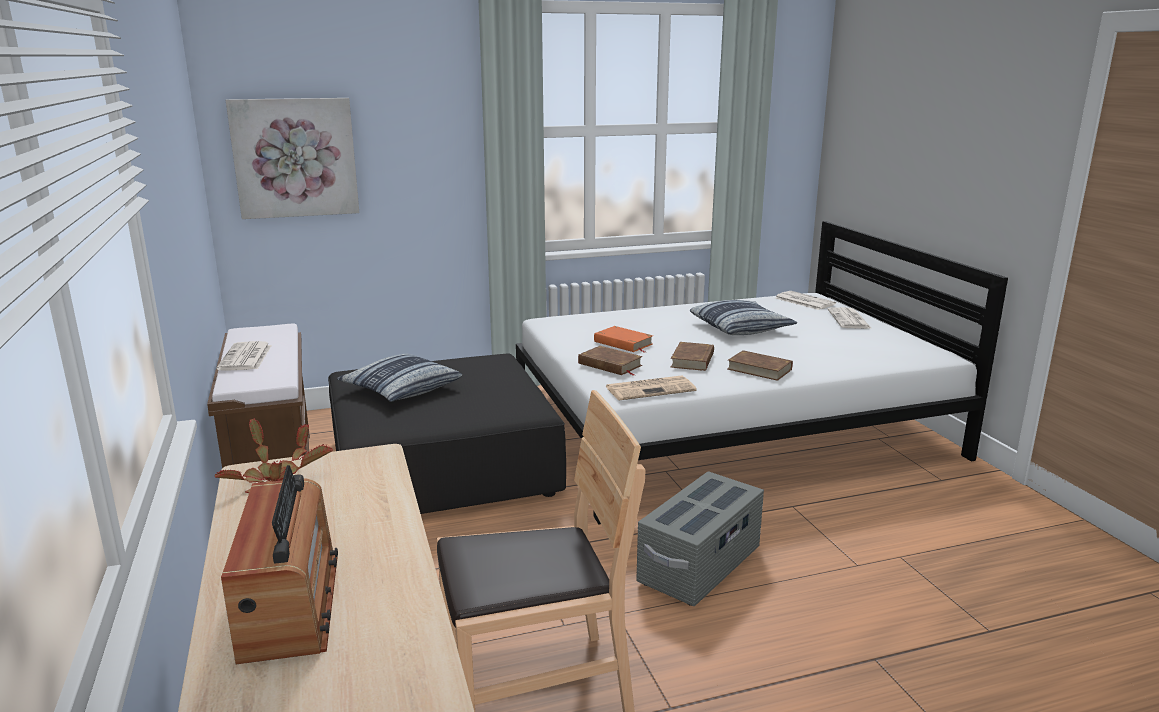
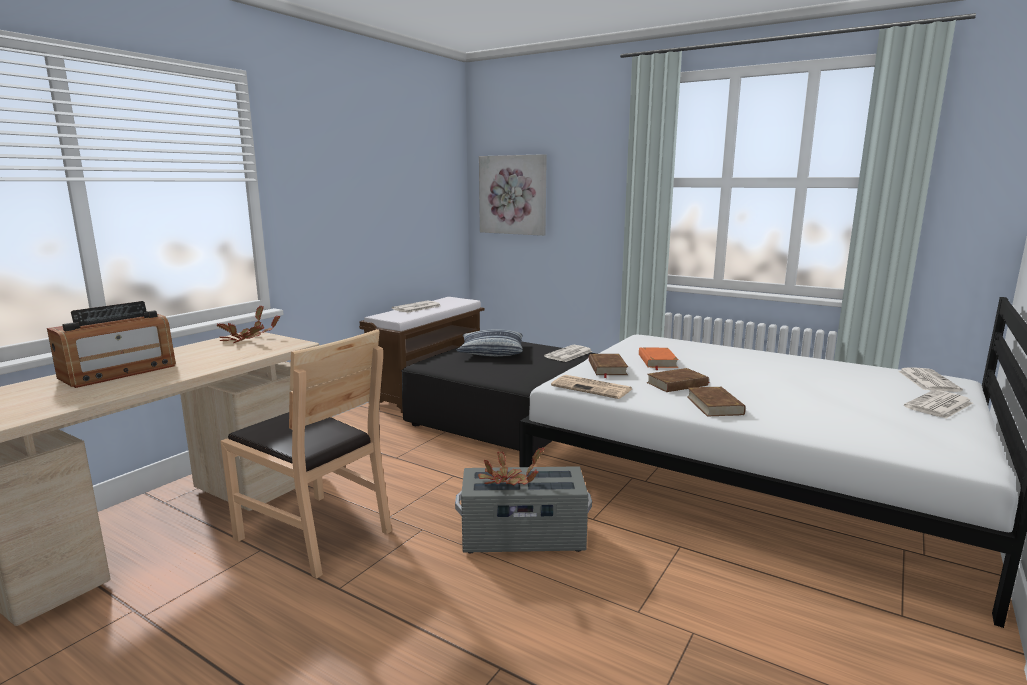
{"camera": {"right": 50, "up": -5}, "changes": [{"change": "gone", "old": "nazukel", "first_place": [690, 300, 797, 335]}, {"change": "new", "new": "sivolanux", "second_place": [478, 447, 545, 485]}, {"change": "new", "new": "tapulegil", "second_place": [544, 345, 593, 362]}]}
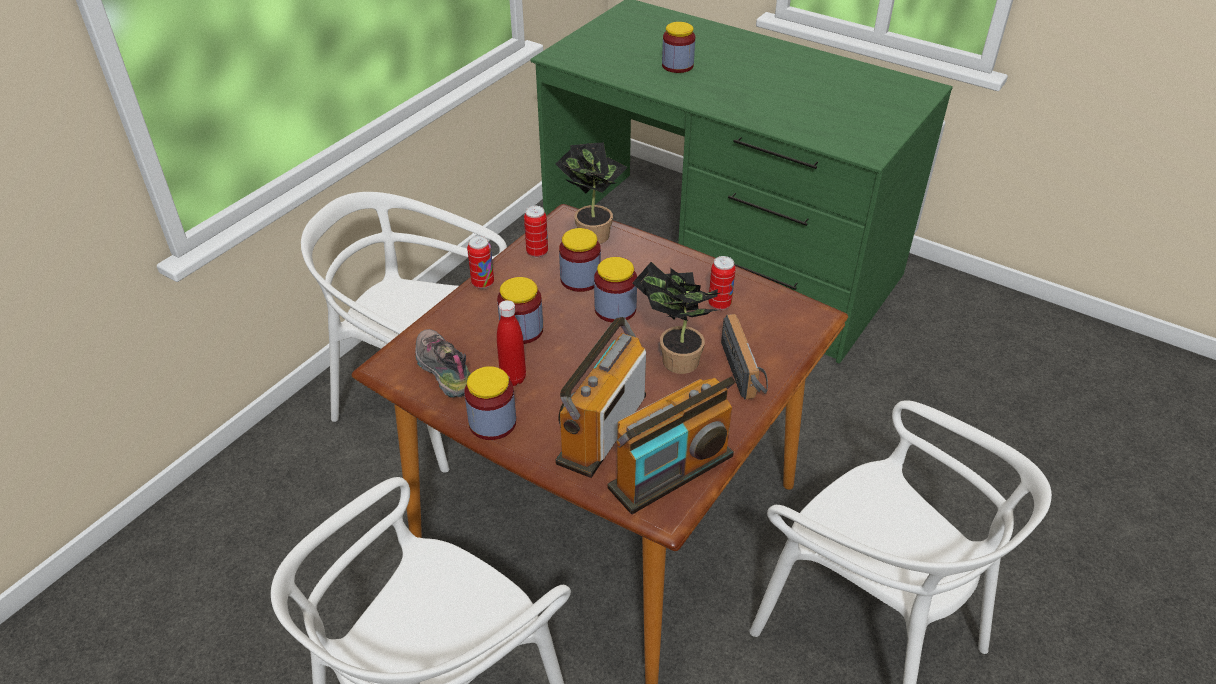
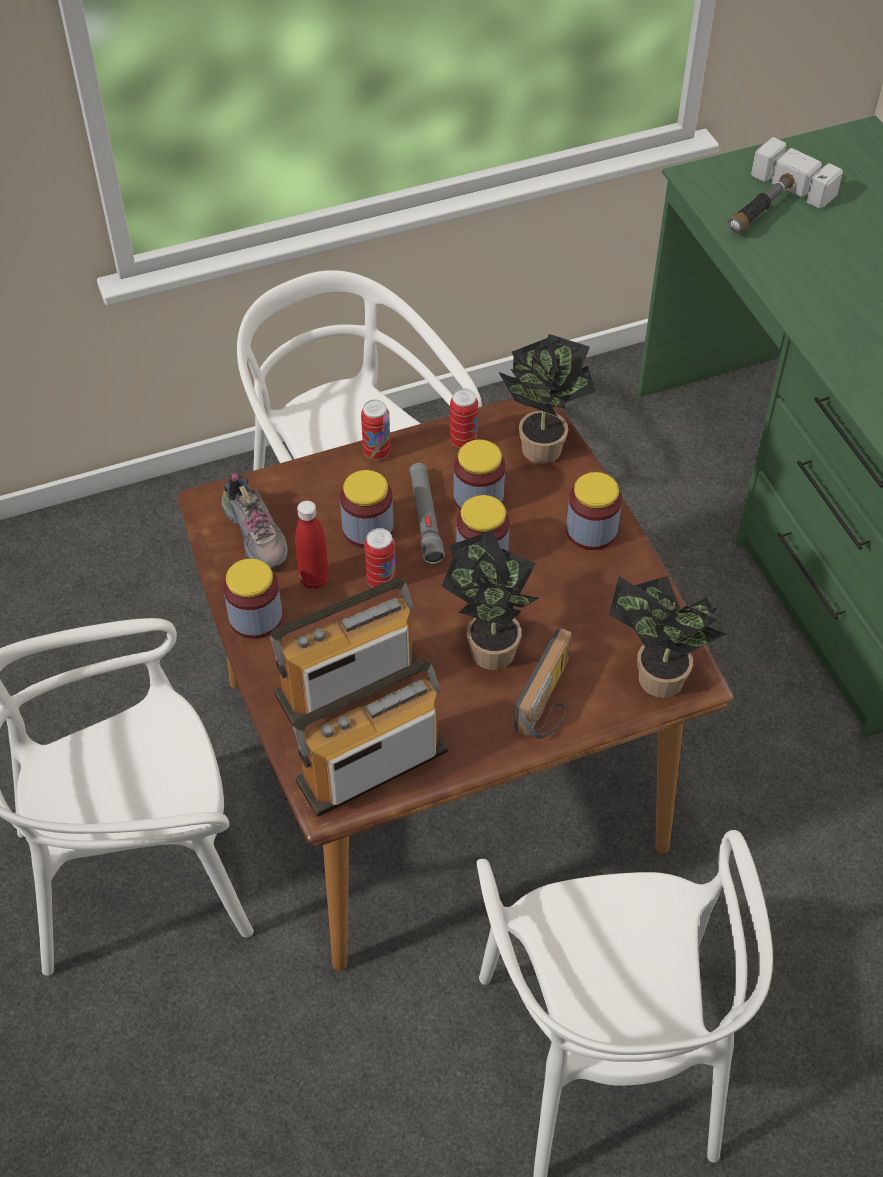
{"camera": {"right": 35, "up": 10}, "changes": [{"change": "rotated", "old": "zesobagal", "first_place": [415, 329, 471, 398], "second_place": [221, 473, 288, 568], "degrees": 150}, {"change": "rotated", "old": "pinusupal", "first_place": [607, 376, 736, 514], "second_place": [293, 660, 448, 817], "degrees": 150}, {"change": "shifted", "old": "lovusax", "first_place": [662, 22, 695, 73], "second_place": [566, 472, 622, 550]}, {"change": "shifted", "old": "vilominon", "first_place": [708, 256, 736, 310], "second_place": [364, 528, 396, 588]}, {"change": "new", "new": "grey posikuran", "second_place": [410, 463, 445, 564]}, {"change": "new", "new": "sivolanux", "second_place": [609, 576, 726, 698]}, {"change": "new", "new": "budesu", "second_place": [728, 137, 843, 233]}]}
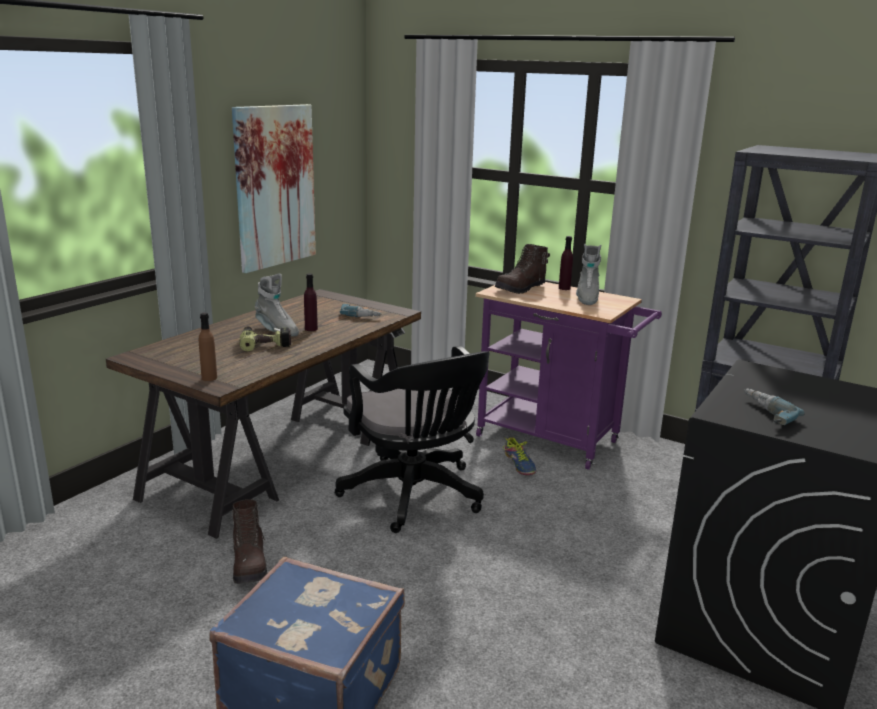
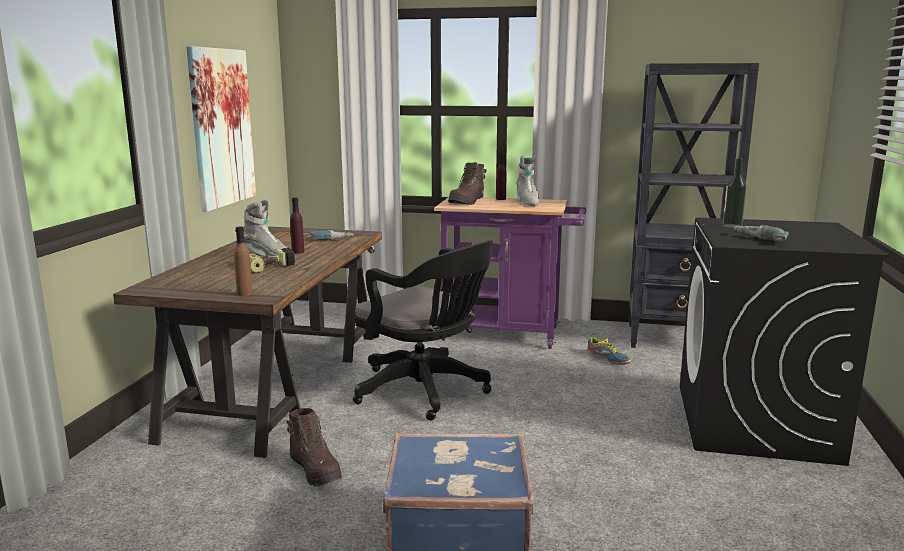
{"camera": {"right": -20, "up": -5}, "changes": [{"change": "shifted", "old": "zesobagal", "first_place": [503, 437, 536, 475], "second_place": [588, 337, 631, 365]}, {"change": "new", "new": "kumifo", "second_place": [722, 158, 747, 228]}]}
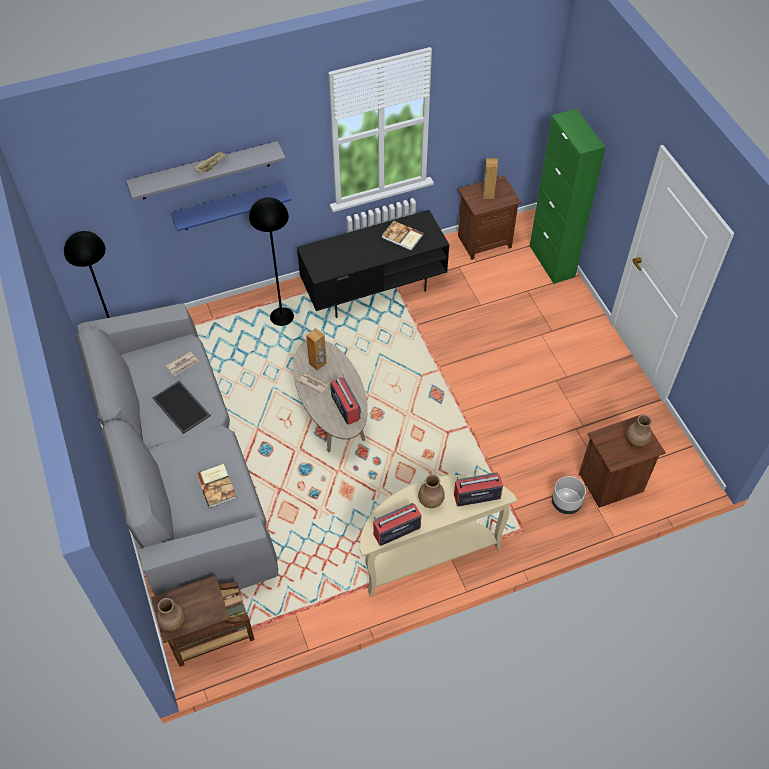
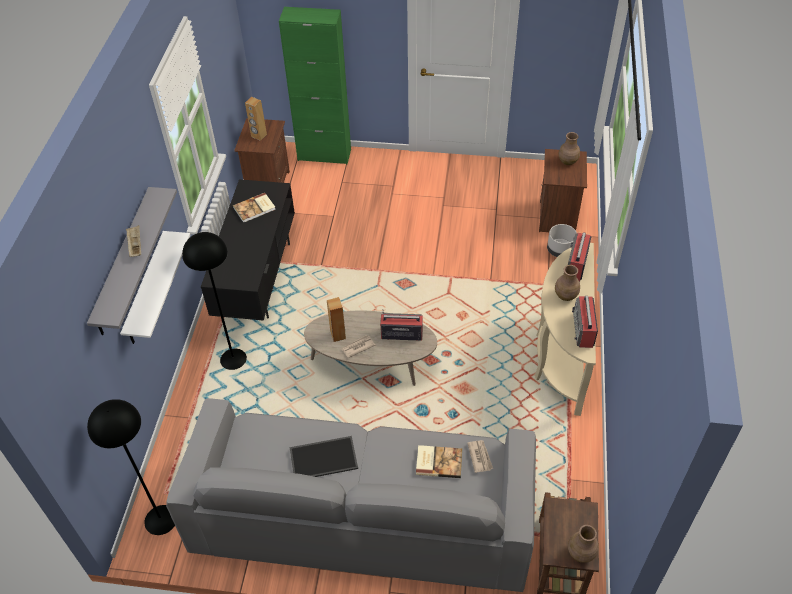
{"camera": {"right": -60, "up": -5}, "changes": [{"change": "shifted", "old": "tapulegil", "first_place": [166, 352, 199, 376], "second_place": [467, 440, 493, 473]}, {"change": "repainted", "old": "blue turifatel", "new": "white turifatel", "first_place": [171, 183, 291, 231], "second_place": [120, 231, 190, 344]}]}
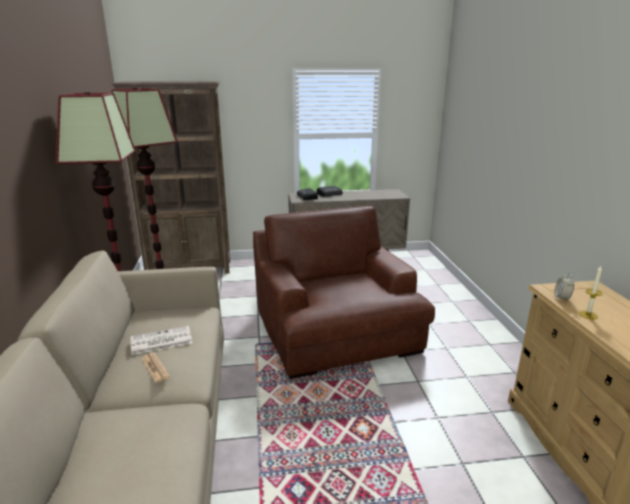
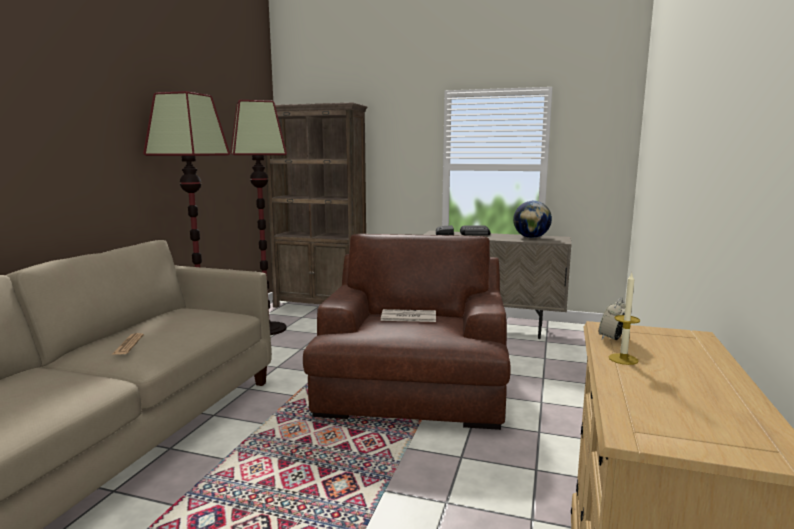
{"camera": {"right": 25, "up": -10}, "changes": [{"change": "shifted", "old": "tapulegil", "first_place": [131, 326, 192, 355], "second_place": [381, 309, 436, 322]}, {"change": "new", "new": "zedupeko", "second_place": [513, 201, 552, 238]}]}
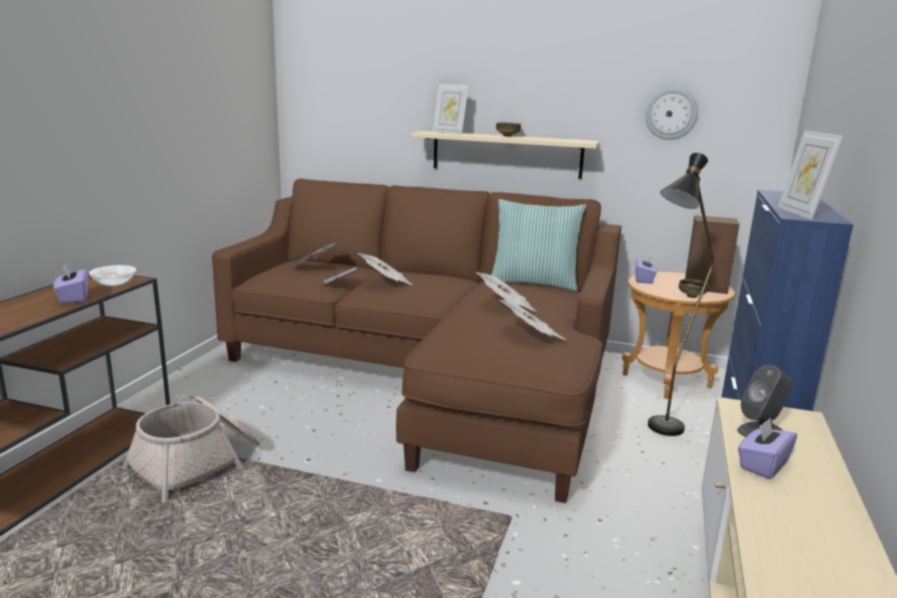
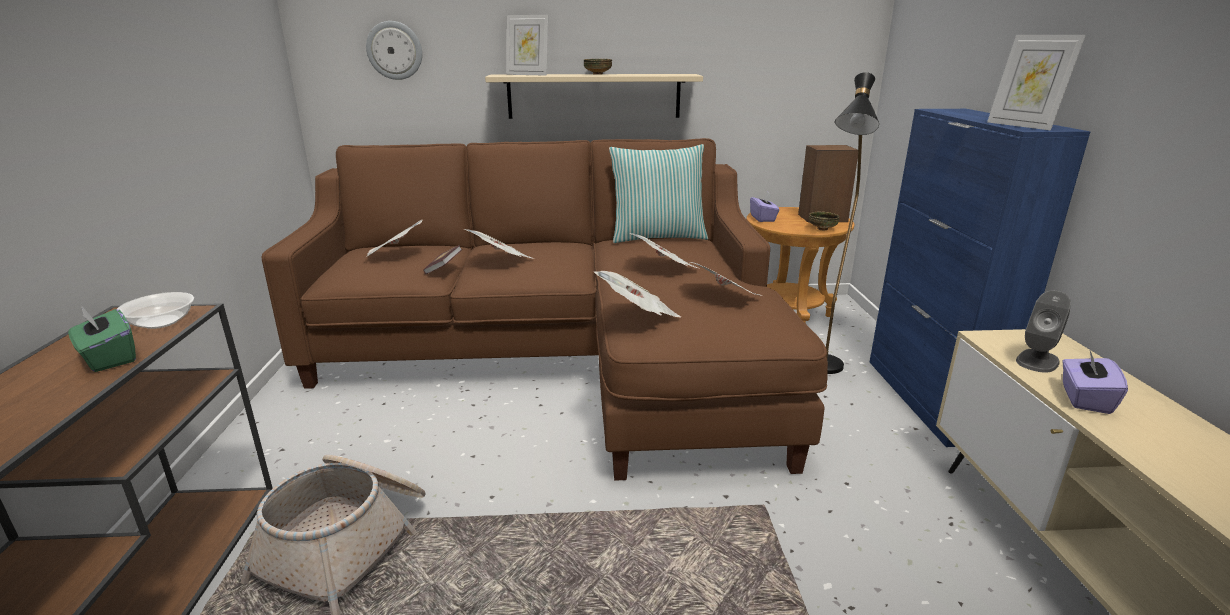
{"camera": {"right": -20, "up": 5}, "changes": [{"change": "repainted", "old": "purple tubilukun", "new": "green tubilukun", "first_place": [54, 263, 88, 304], "second_place": [68, 307, 136, 372]}, {"change": "shifted", "old": "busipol", "first_place": [645, 88, 698, 140], "second_place": [366, 21, 422, 80]}, {"change": "new", "new": "tapulegil", "second_place": [594, 271, 681, 317]}]}
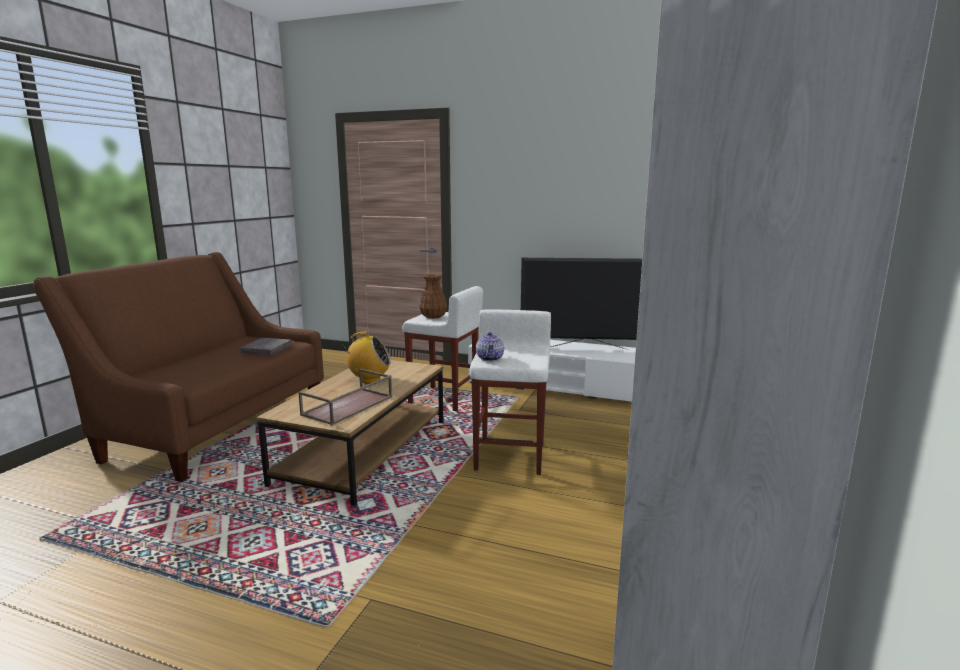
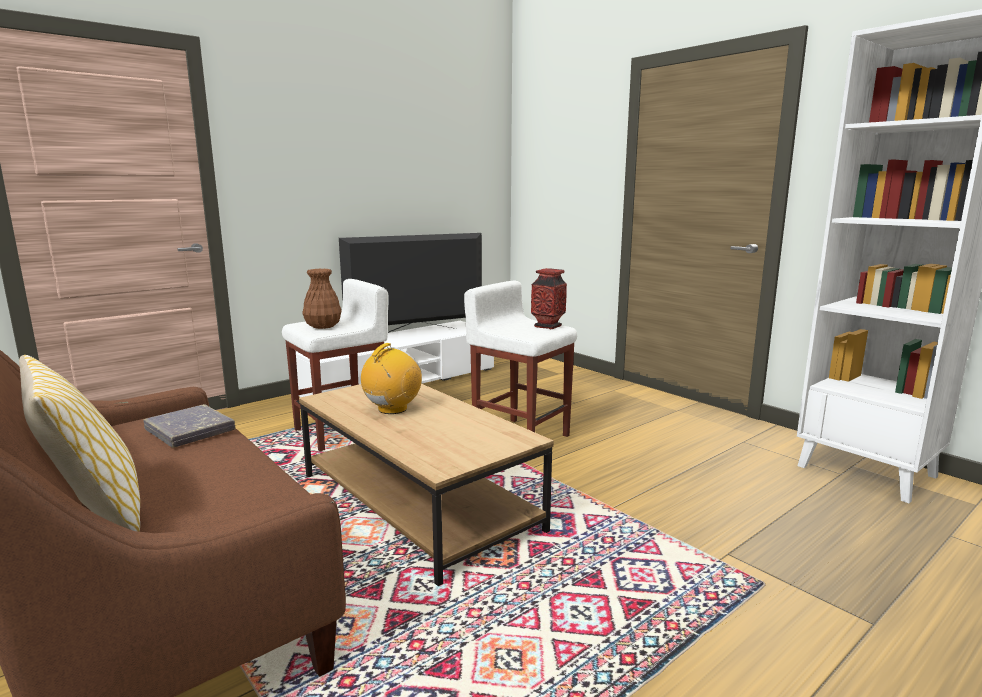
{"camera": {"right": -60, "up": 0}, "changes": [{"change": "gone", "old": "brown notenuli", "first_place": [298, 369, 392, 425]}, {"change": "gone", "old": "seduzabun", "first_place": [476, 332, 504, 361]}, {"change": "rotated", "old": "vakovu", "first_place": [521, 258, 642, 350], "second_place": [339, 233, 482, 333], "degrees": -150}, {"change": "new", "new": "nazukel", "second_place": [19, 355, 140, 532]}, {"change": "new", "new": "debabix", "second_place": [531, 268, 567, 329]}]}
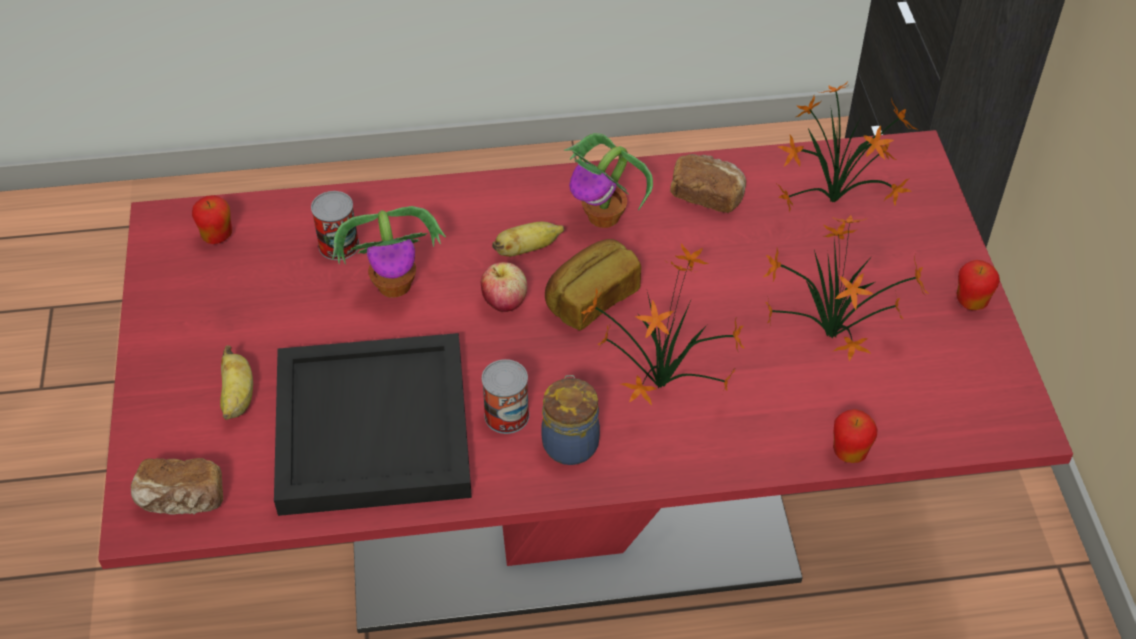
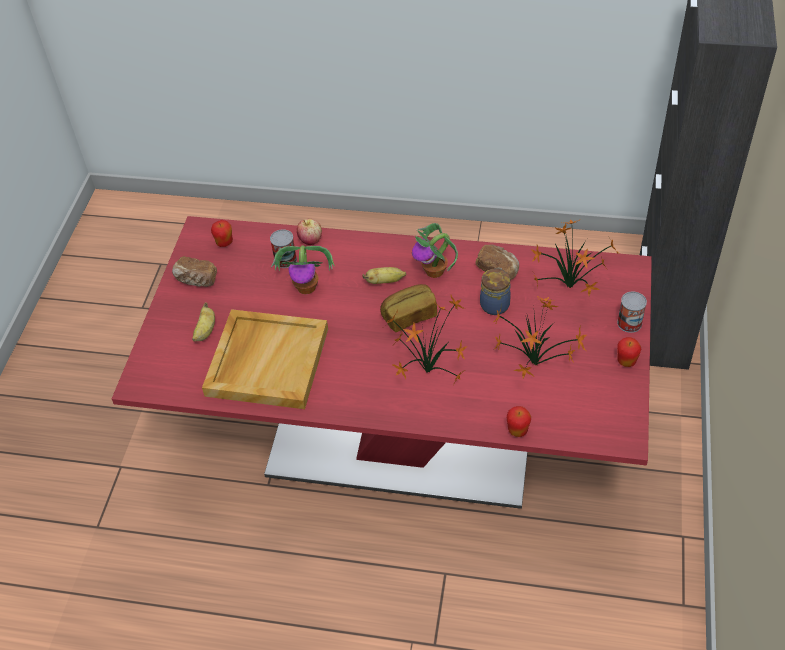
{"camera": {"right": 20, "up": 0}, "changes": [{"change": "shifted", "old": "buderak", "first_place": [131, 458, 223, 514], "second_place": [172, 256, 217, 287]}, {"change": "repainted", "old": "black notenuli", "new": "beige notenuli", "first_place": [274, 333, 472, 516], "second_place": [202, 309, 328, 409]}, {"change": "shifted", "old": "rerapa", "first_place": [481, 262, 527, 312], "second_place": [297, 218, 322, 245]}, {"change": "shifted", "old": "vilominon", "first_place": [482, 359, 529, 434], "second_place": [617, 292, 647, 333]}, {"change": "shifted", "old": "lovusax", "first_place": [541, 375, 600, 465], "second_place": [480, 268, 511, 315]}]}
